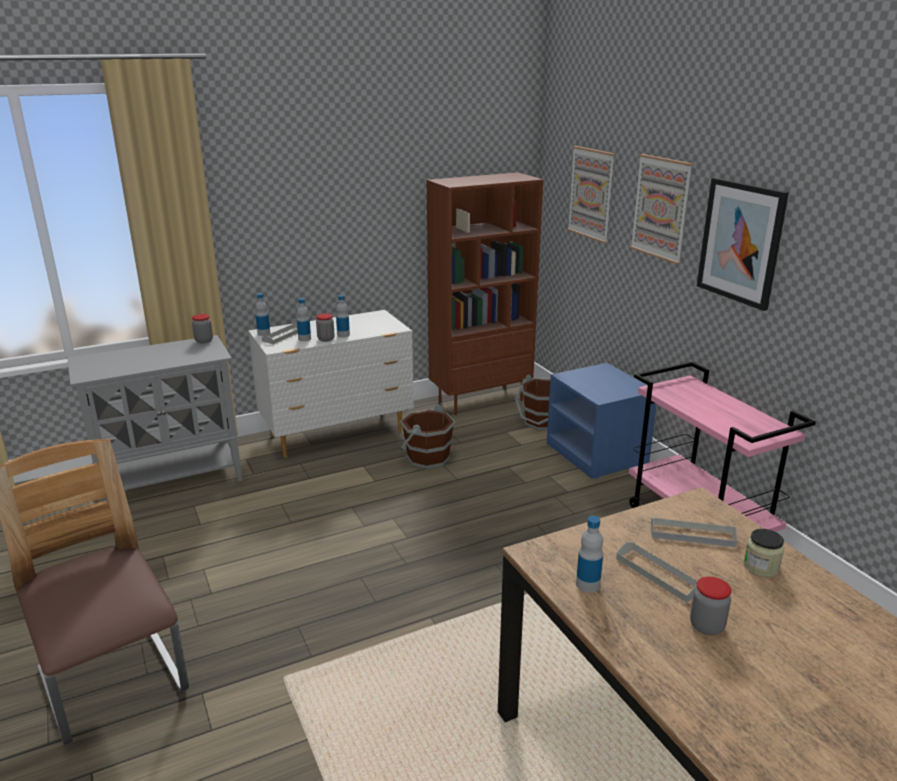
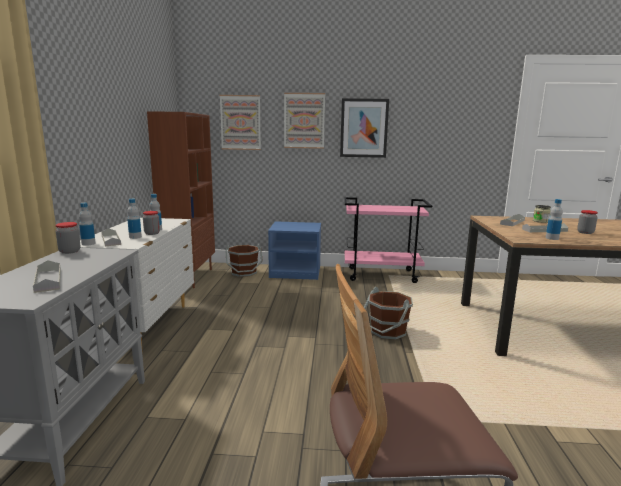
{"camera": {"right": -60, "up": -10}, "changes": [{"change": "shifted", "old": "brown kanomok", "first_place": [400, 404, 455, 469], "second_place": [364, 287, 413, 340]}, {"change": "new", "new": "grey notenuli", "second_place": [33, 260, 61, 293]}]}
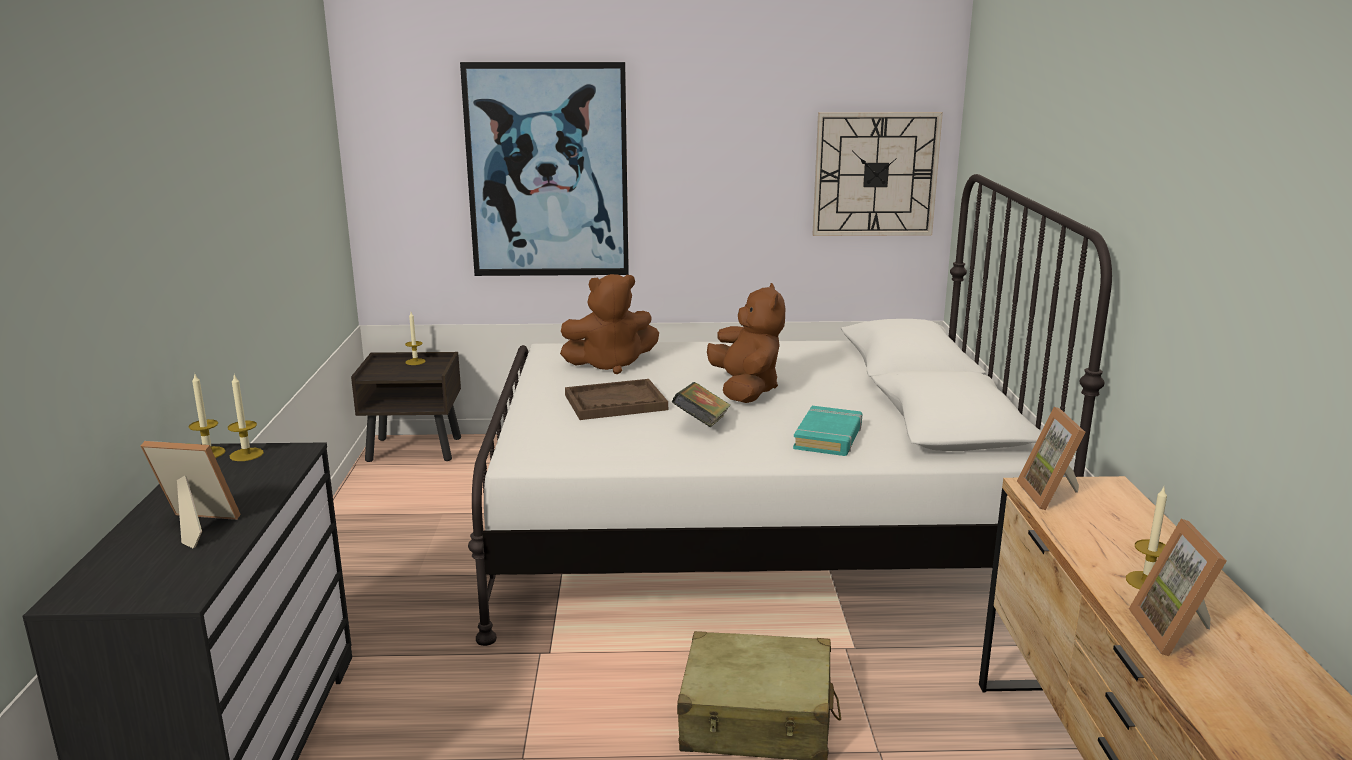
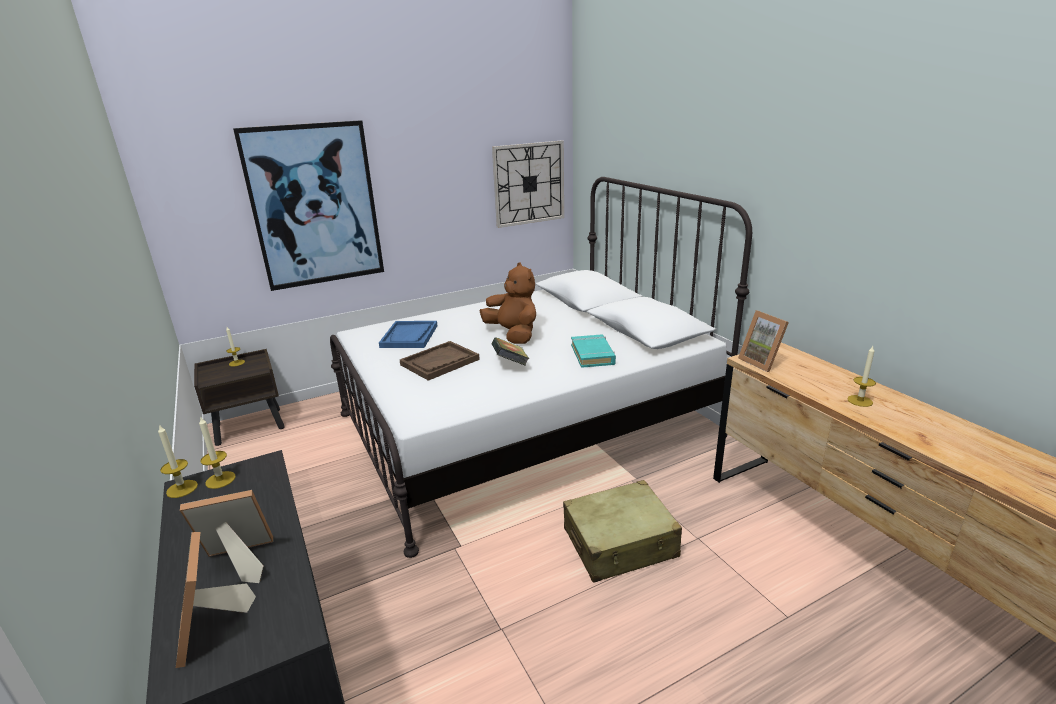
{"camera": {"right": -25, "up": 5}, "changes": [{"change": "swapped", "old": "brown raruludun", "new": "blue notenuli", "first_place": [560, 274, 659, 374], "second_place": [379, 321, 438, 348]}, {"change": "shifted", "old": "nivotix", "first_place": [1129, 519, 1227, 656], "second_place": [176, 532, 256, 668]}]}
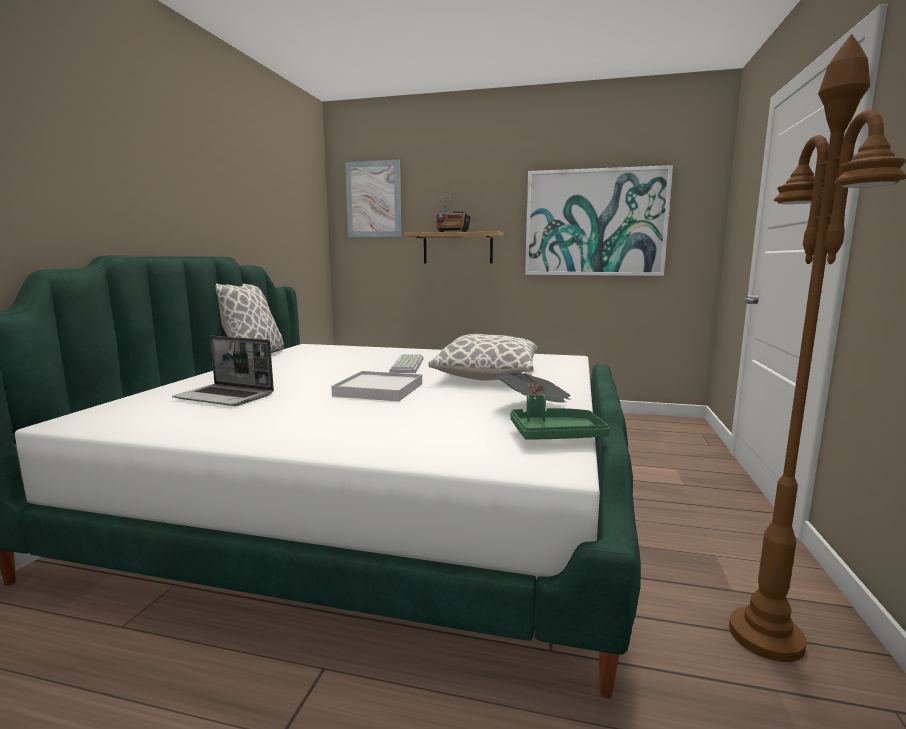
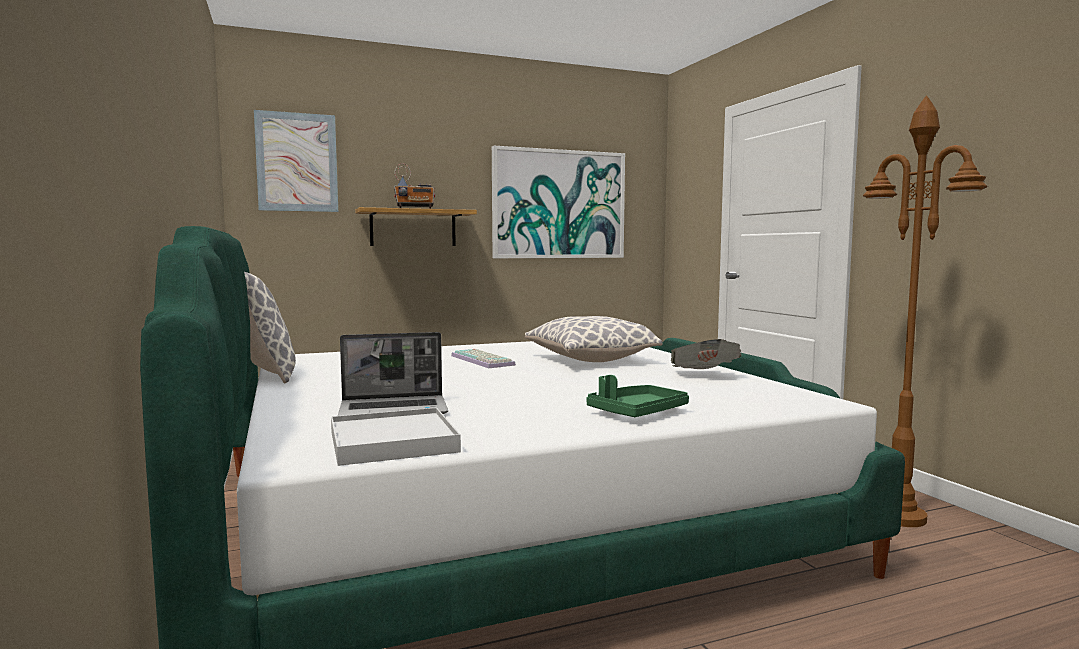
{"camera": {"right": -35, "up": -5}, "changes": [{"change": "shifted", "old": "white notenuli", "first_place": [331, 371, 422, 401], "second_place": [331, 408, 461, 466]}, {"change": "shifted", "old": "green notenuli", "first_place": [510, 394, 609, 440], "second_place": [586, 375, 689, 417]}]}
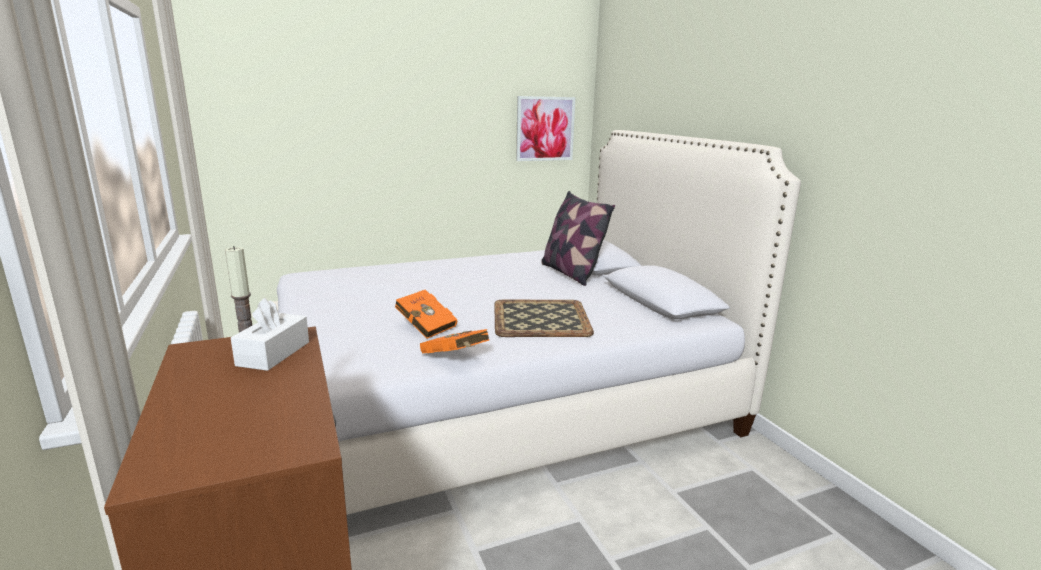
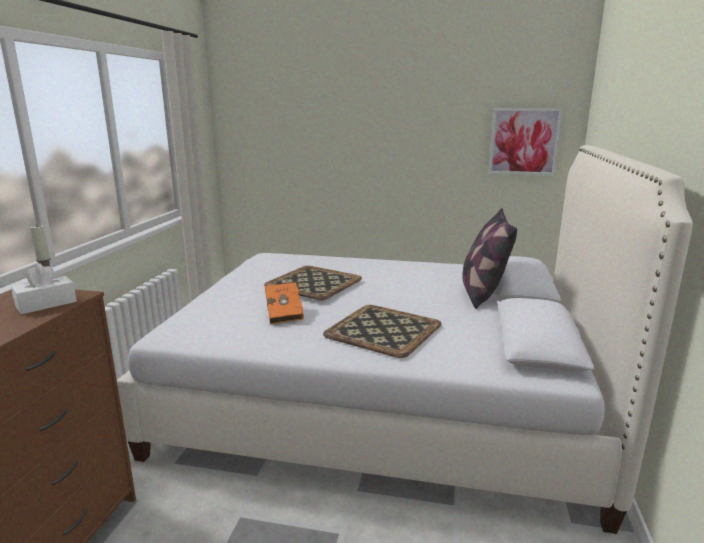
{"camera": {"right": 35, "up": 0}, "changes": [{"change": "gone", "old": "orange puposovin", "first_place": [420, 329, 489, 353]}, {"change": "new", "new": "notenuli", "second_place": [264, 266, 362, 300]}]}
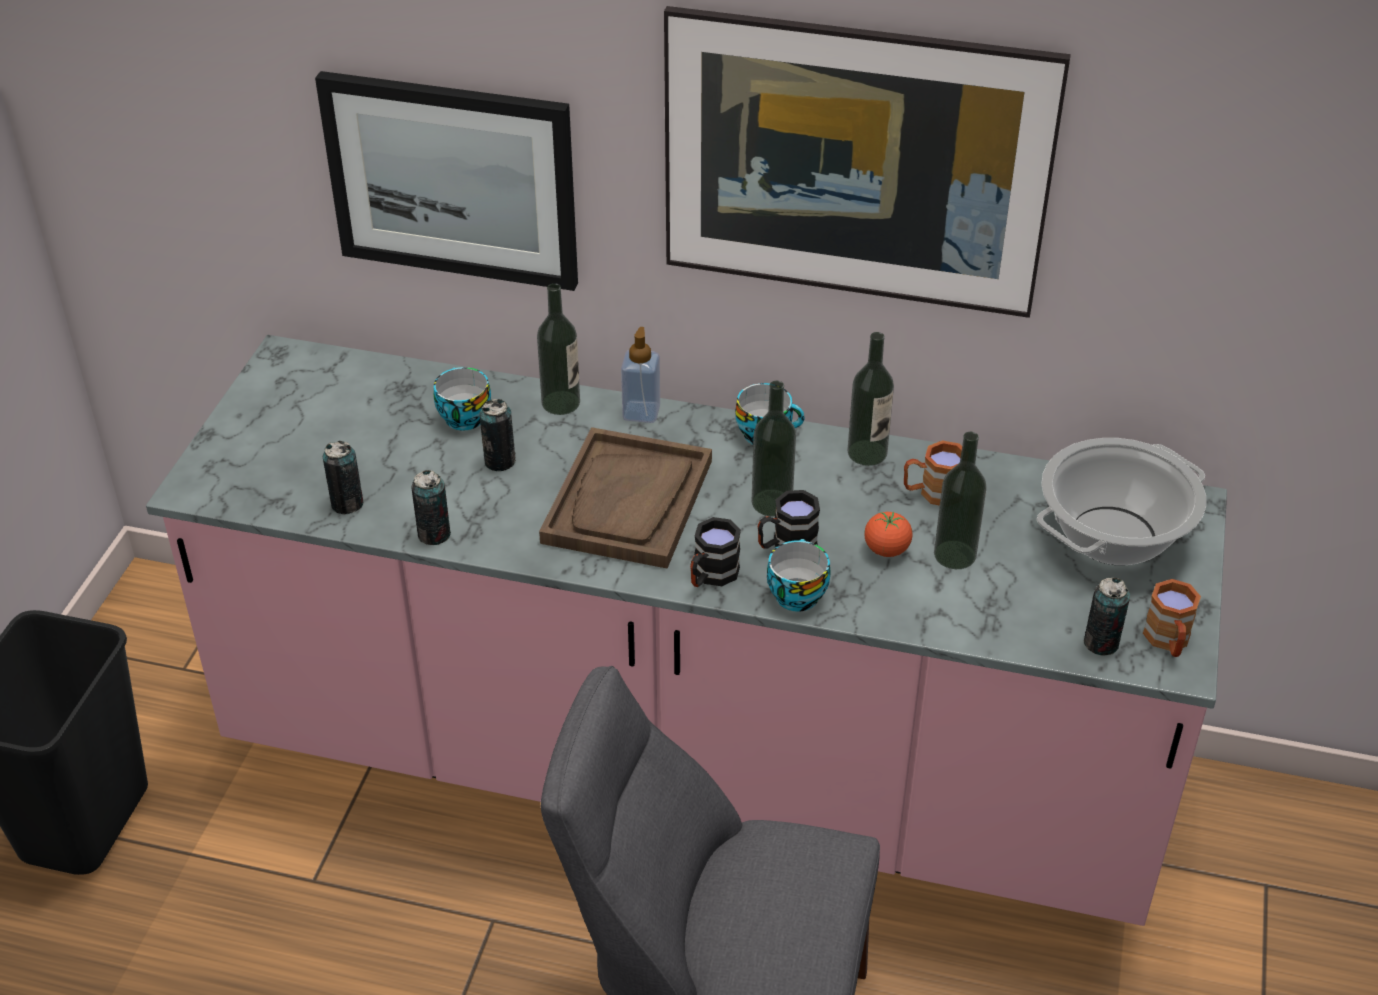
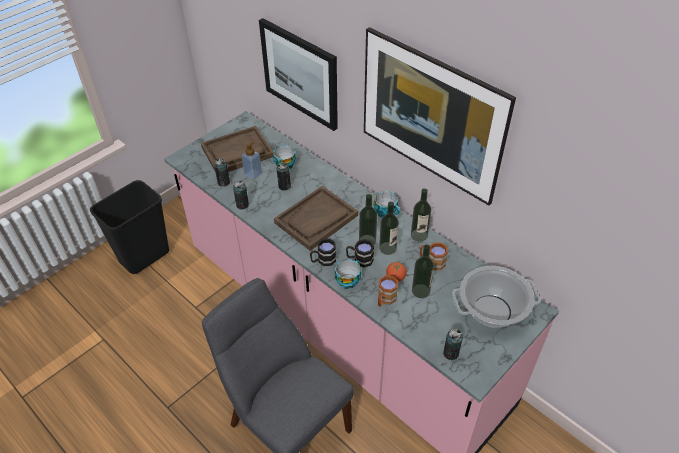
{"camera": {"right": 30, "up": 5}, "changes": [{"change": "shifted", "old": "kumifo", "first_place": [537, 283, 580, 415], "second_place": [379, 201, 399, 255]}, {"change": "shifted", "old": "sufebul", "first_place": [621, 327, 660, 423], "second_place": [241, 141, 262, 180]}, {"change": "shifted", "old": "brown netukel", "first_place": [1143, 579, 1201, 657], "second_place": [378, 275, 398, 307]}, {"change": "new", "new": "brown notenuli", "second_place": [201, 126, 273, 172]}]}
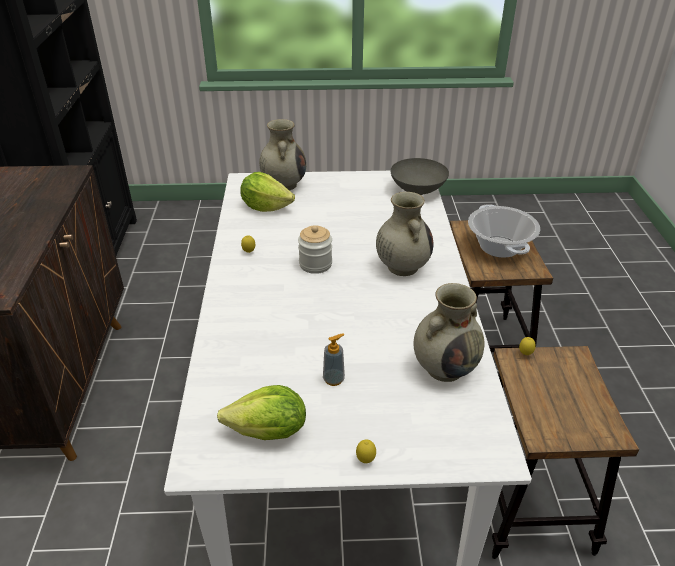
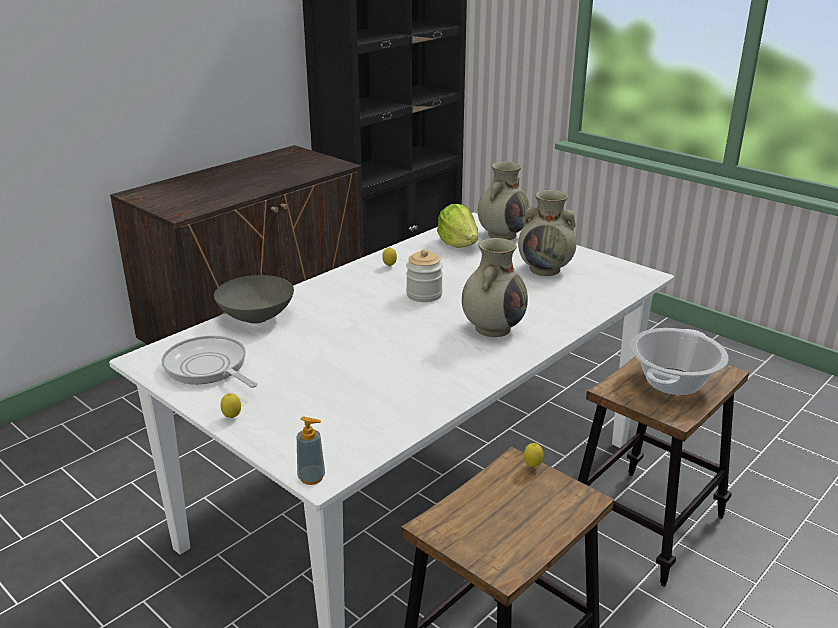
{"camera": {"right": 45, "up": -10}, "changes": [{"change": "swapped", "old": "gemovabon", "new": "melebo", "first_place": [217, 385, 306, 440], "second_place": [162, 335, 257, 388]}, {"change": "shifted", "old": "sufebul", "first_place": [323, 334, 345, 386], "second_place": [297, 416, 325, 485]}, {"change": "shifted", "old": "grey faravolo", "first_place": [390, 158, 449, 195], "second_place": [214, 275, 294, 324]}, {"change": "shifted", "old": "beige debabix", "first_place": [414, 283, 485, 382], "second_place": [518, 190, 577, 276]}]}
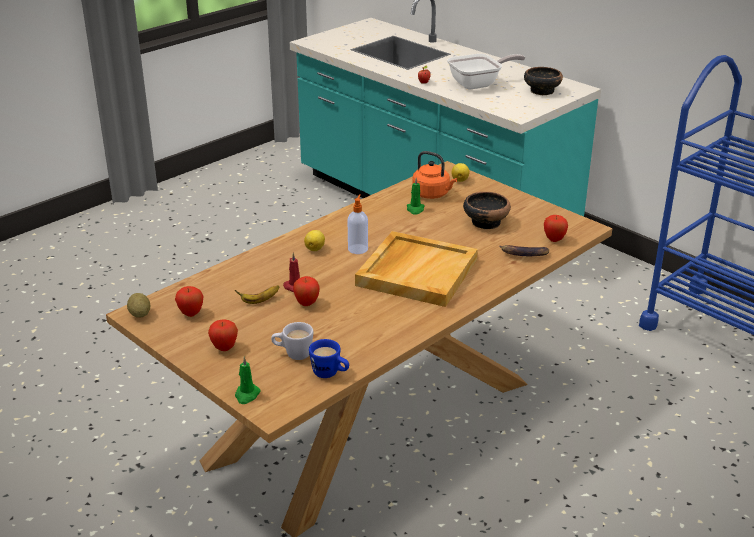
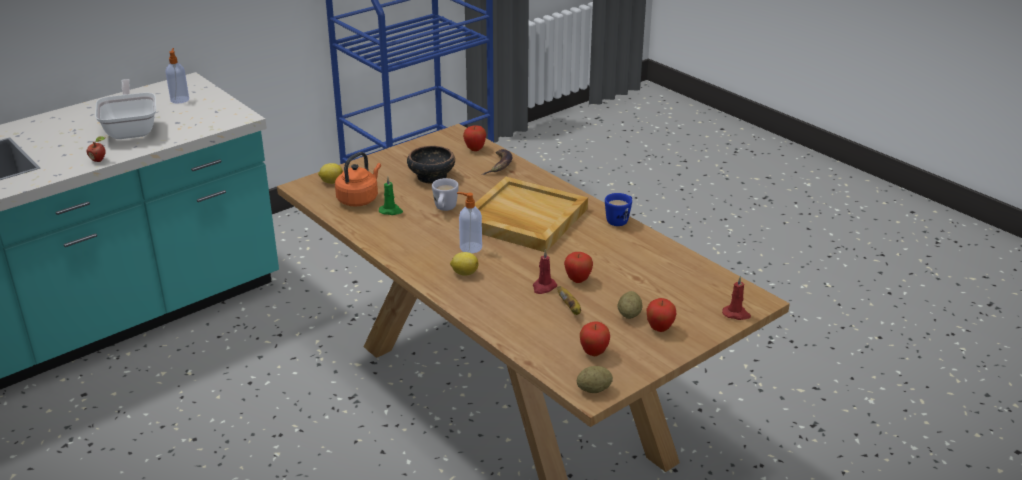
{"camera": {"right": -85, "up": 0}, "changes": [{"change": "repainted", "old": "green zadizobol", "new": "red zadizobol", "first_place": [235, 356, 261, 404], "second_place": [722, 276, 751, 320]}, {"change": "shifted", "old": "white netukel", "first_place": [271, 322, 313, 360], "second_place": [432, 178, 459, 211]}, {"change": "shifted", "old": "blue netukel", "first_place": [309, 339, 349, 378], "second_place": [605, 193, 632, 226]}, {"change": "swapped", "old": "faravolo", "new": "sufebul", "first_place": [524, 67, 563, 95], "second_place": [166, 48, 189, 103]}, {"change": "new", "new": "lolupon", "second_place": [618, 291, 642, 319]}]}
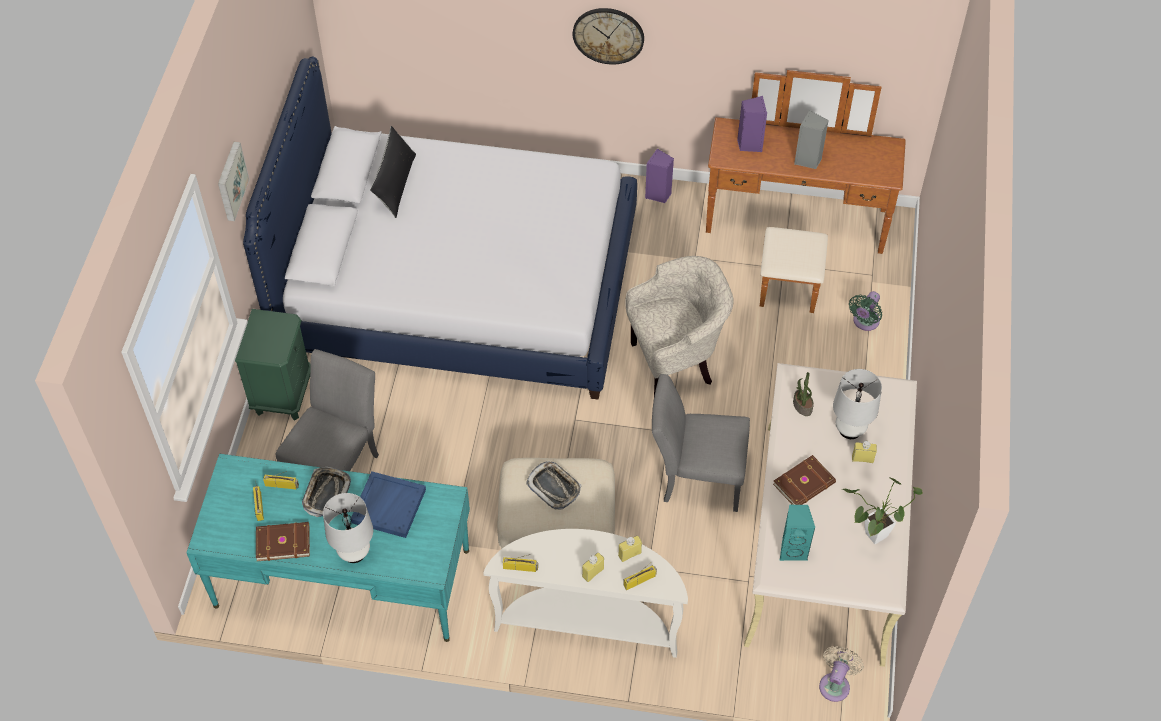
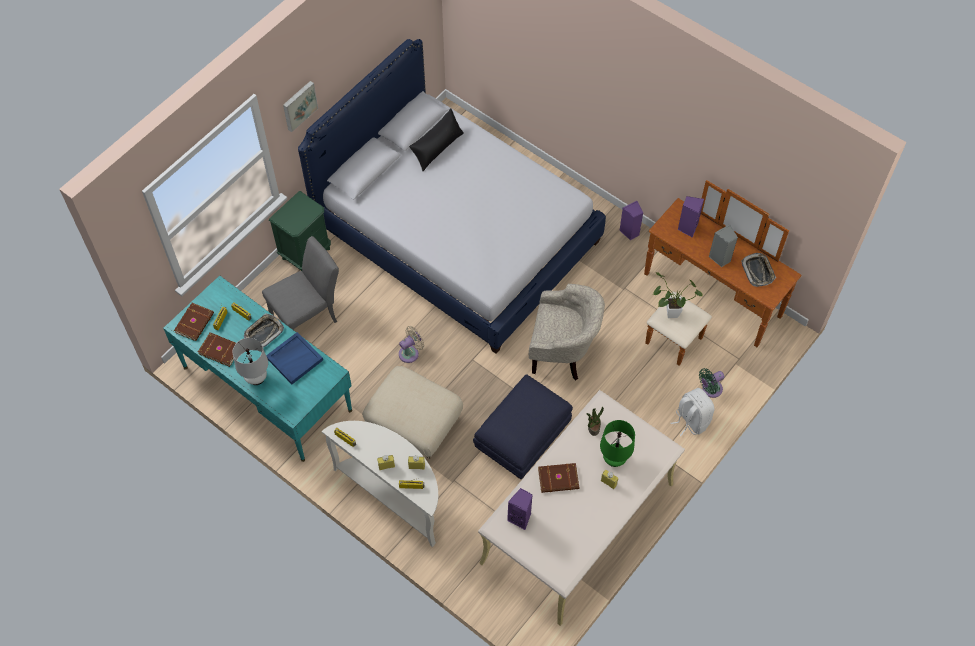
{"camera": {"right": 30, "up": 5}, "changes": [{"change": "shifted", "old": "notenuli", "first_place": [526, 461, 582, 510], "second_place": [741, 253, 776, 287]}, {"change": "gone", "old": "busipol", "first_place": [573, 8, 644, 65]}, {"change": "swapped", "old": "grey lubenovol", "new": "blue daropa", "first_place": [652, 374, 750, 512], "second_place": [473, 374, 573, 480]}, {"change": "repainted", "old": "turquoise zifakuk", "new": "purple zifakuk", "first_place": [780, 505, 815, 561], "second_place": [507, 488, 533, 530]}, {"change": "shifted", "old": "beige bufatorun", "first_place": [819, 646, 864, 702], "second_place": [399, 326, 424, 363]}, {"change": "repainted", "old": "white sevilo", "new": "green sevilo", "first_place": [833, 369, 882, 439], "second_place": [600, 420, 635, 467]}, {"change": "shifted", "old": "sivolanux", "first_place": [842, 477, 923, 544], "second_place": [653, 272, 702, 318]}, {"change": "new", "new": "brown puposovin", "second_place": [174, 303, 214, 341]}, {"change": "new", "new": "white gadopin", "second_place": [671, 388, 714, 436]}]}
